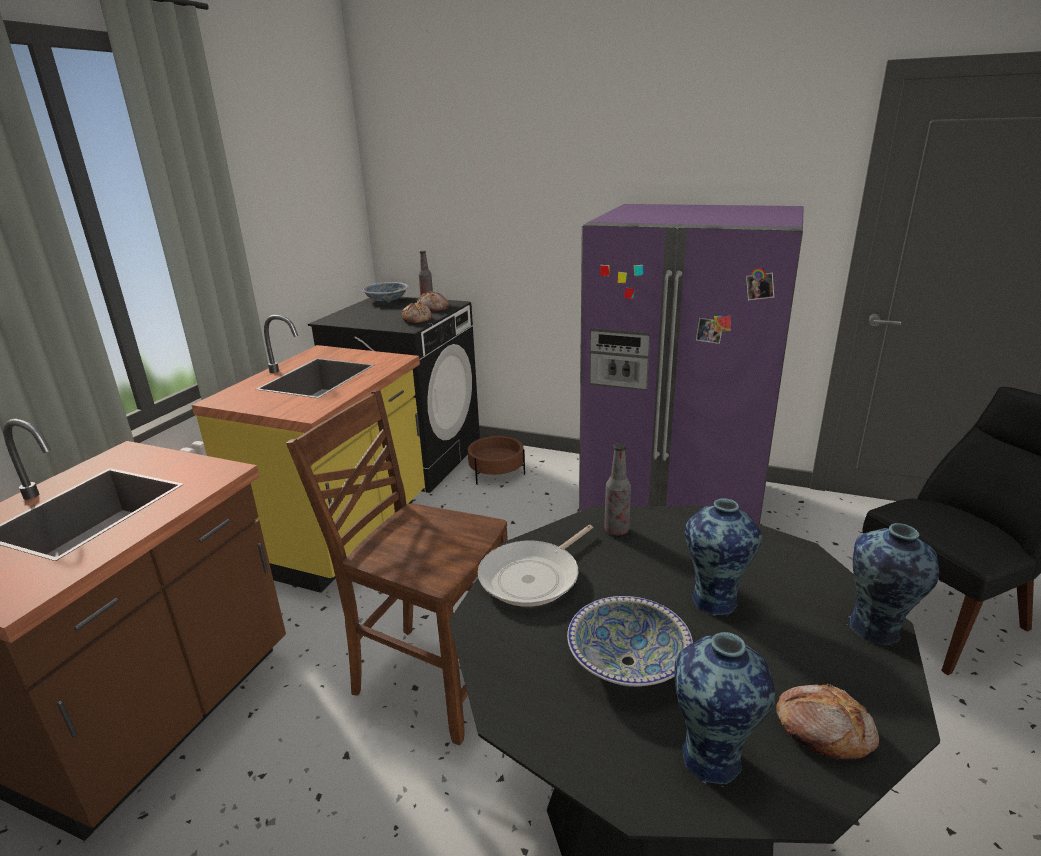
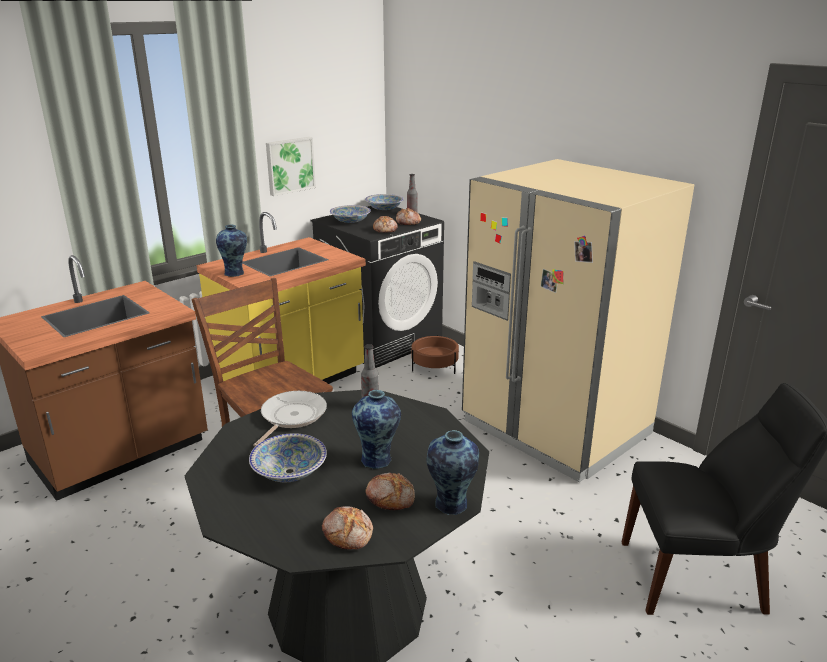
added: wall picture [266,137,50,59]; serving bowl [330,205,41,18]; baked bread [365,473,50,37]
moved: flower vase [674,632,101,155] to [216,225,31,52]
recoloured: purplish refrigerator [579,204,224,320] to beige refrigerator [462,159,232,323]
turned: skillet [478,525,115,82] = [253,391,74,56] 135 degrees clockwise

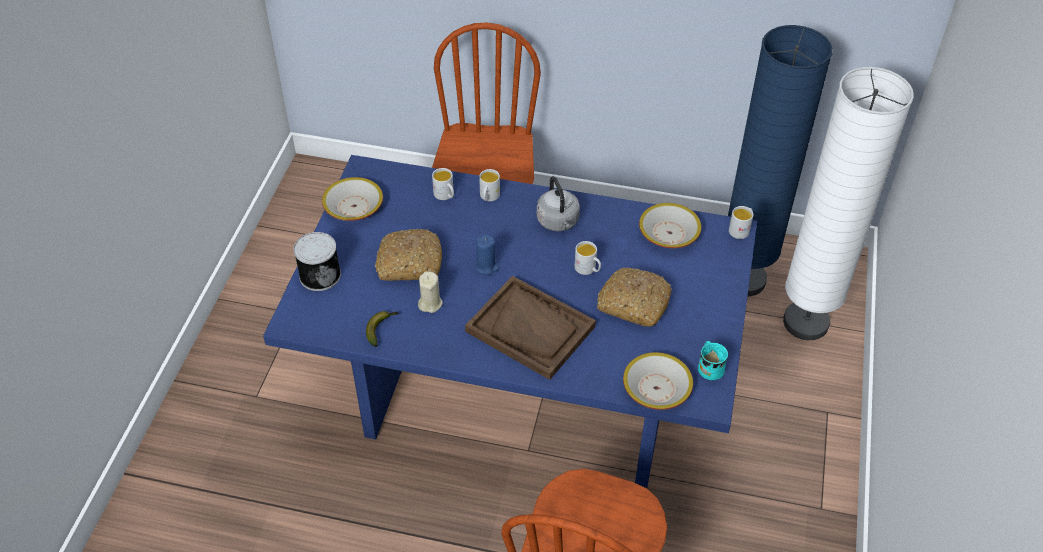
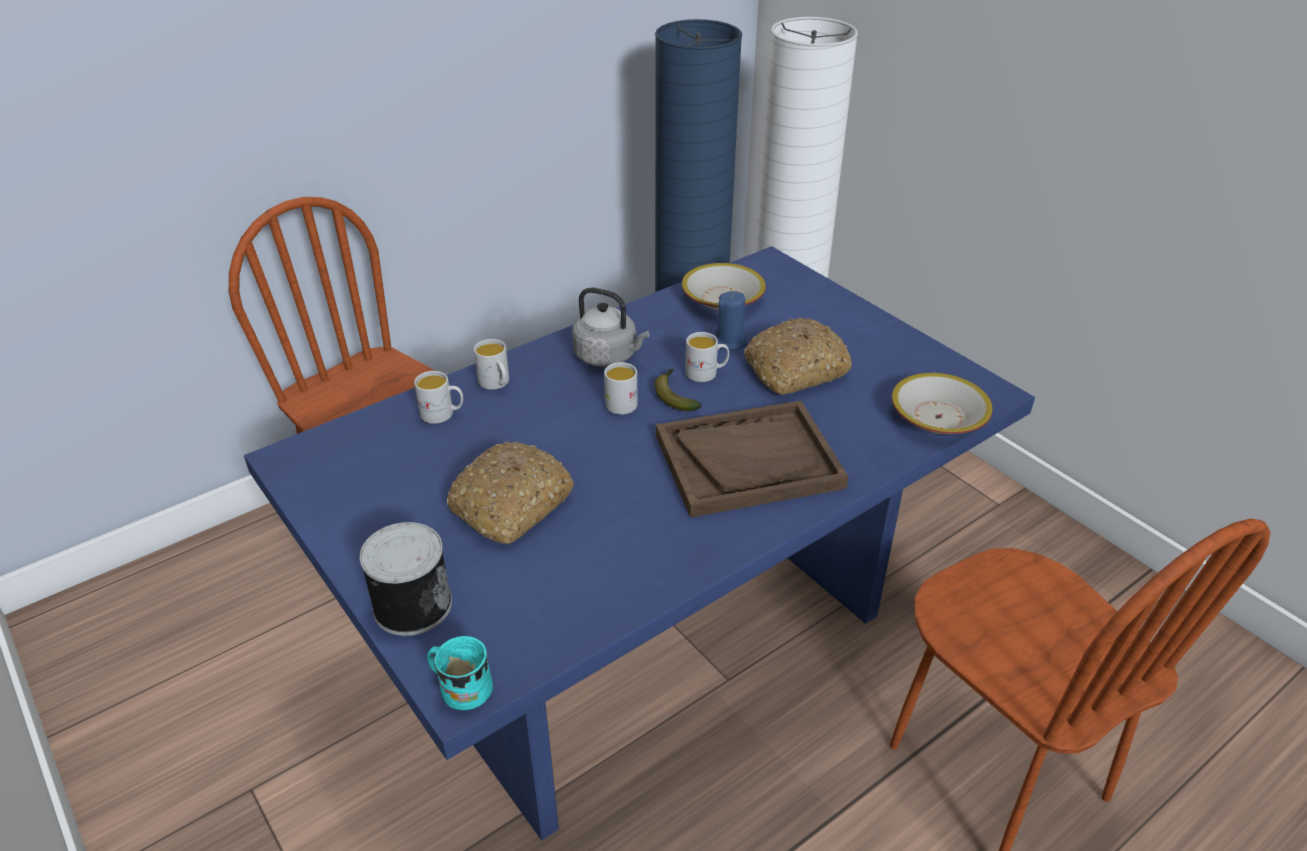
removed: serving bowl [322,177,61,44]; beige candle [418,272,25,41]
moved: whole banana [366,311,33,36] to [655,369,47,42]; blue-coloured candle [474,234,25,41] to [714,291,33,59]; turquoise tea mug [698,341,30,39] to [427,636,66,74]; white tea mug [729,206,24,33] to [604,362,34,53]

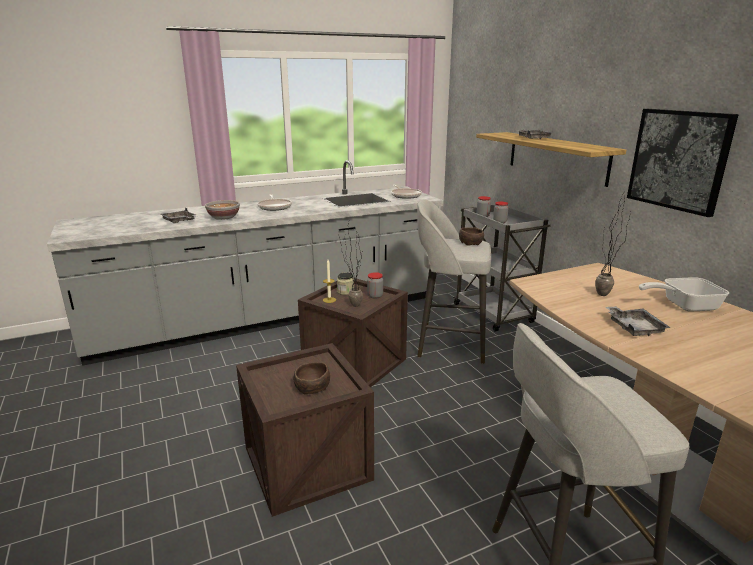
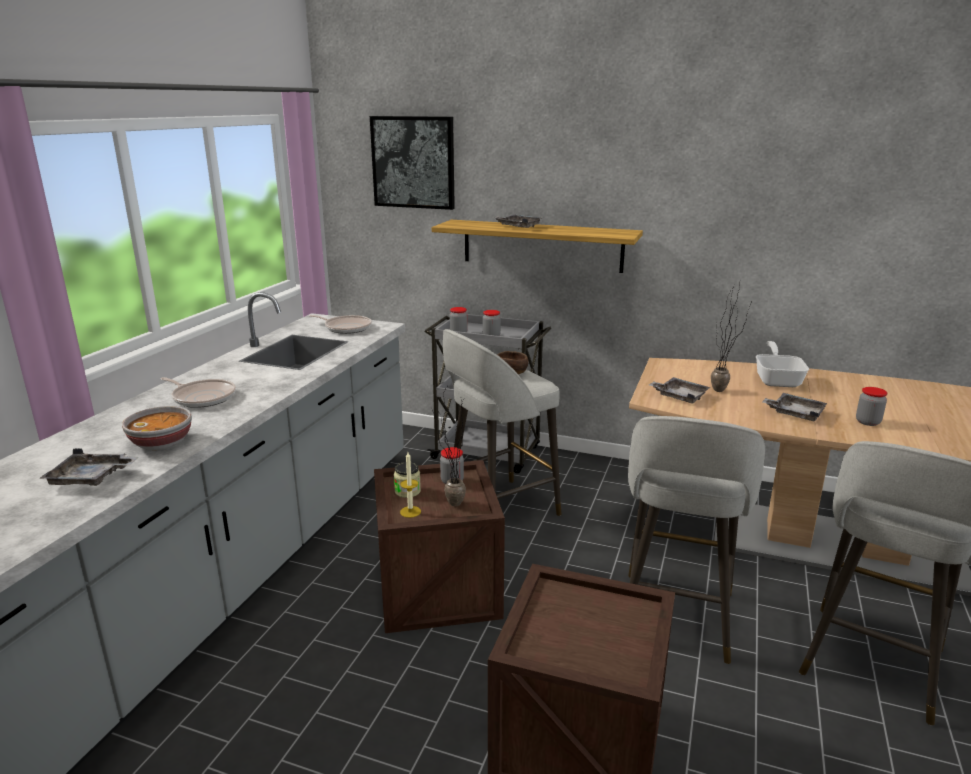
removed: brownish serving bowl [293,362,37,33]
added: grey stool seat [628,416,137,248]; grey tray [649,377,62,27]; jar [856,387,32,39]
moved: wall picture [627,109,112,108] to [370,116,85,94]
turned: skillet [639,277,90,35] = [756,341,53,46] 150 degrees clockwise

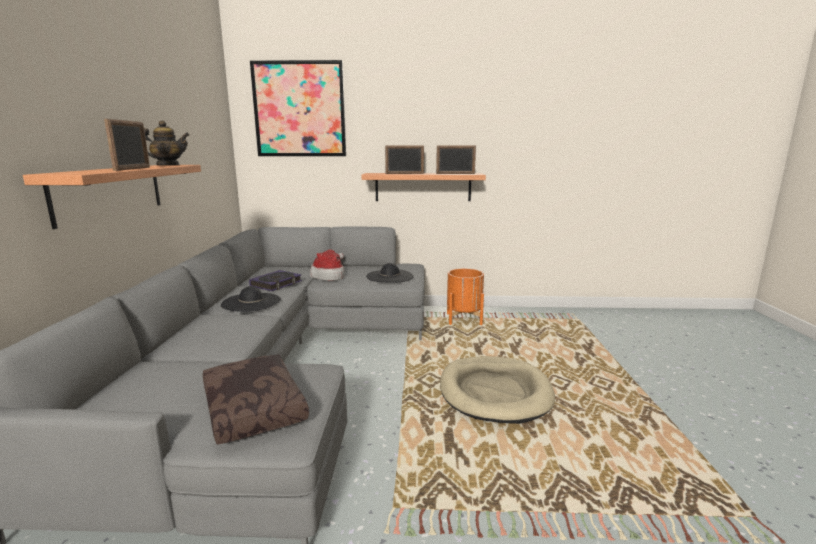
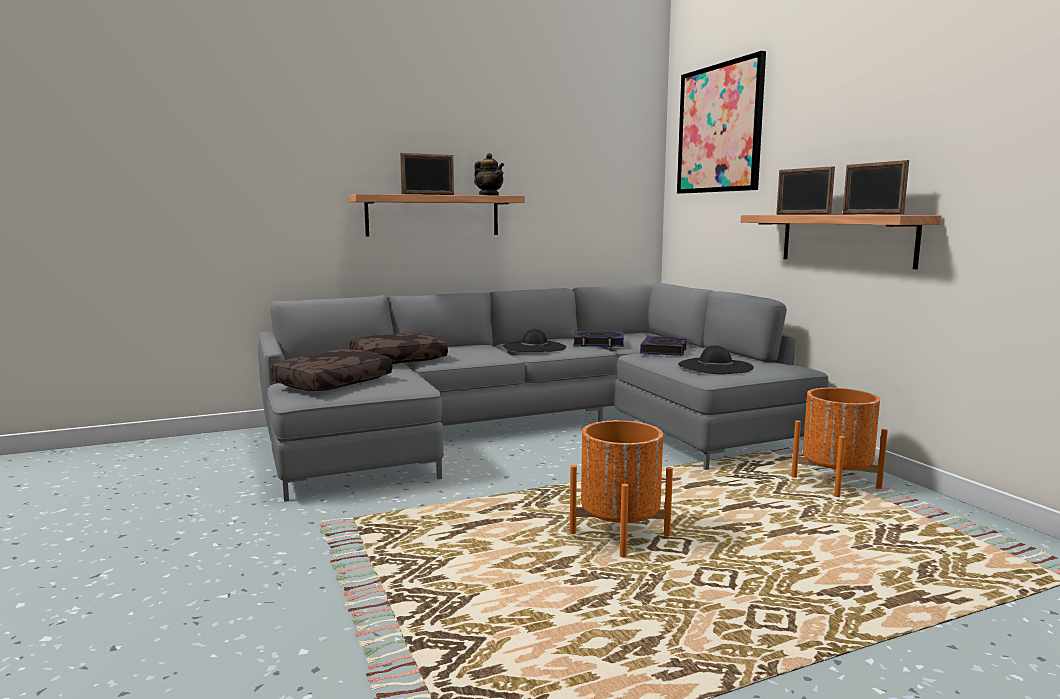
added: brownish throw pillow [350,333,98,31]
replaced: hat [310,249,34,32] to bound book [640,336,47,20]; beige pet bed [440,356,115,68] to orangey flower pot [570,420,103,138]

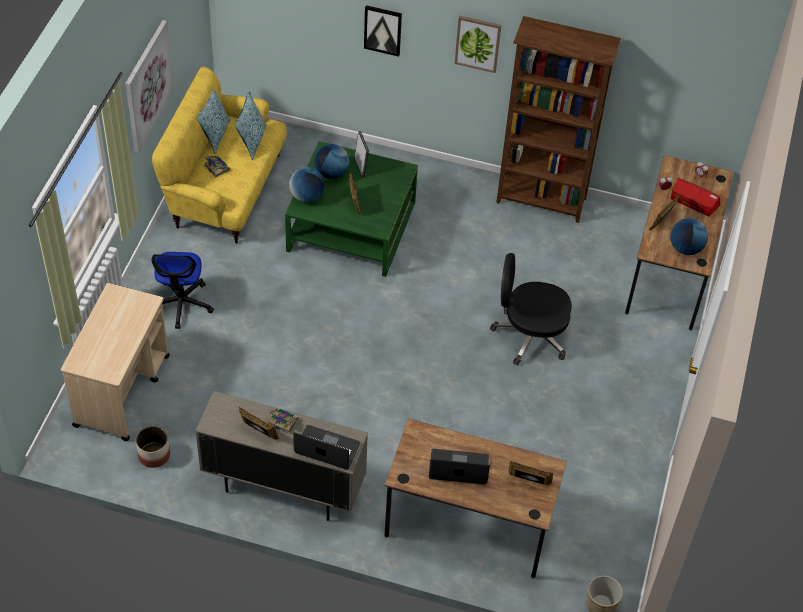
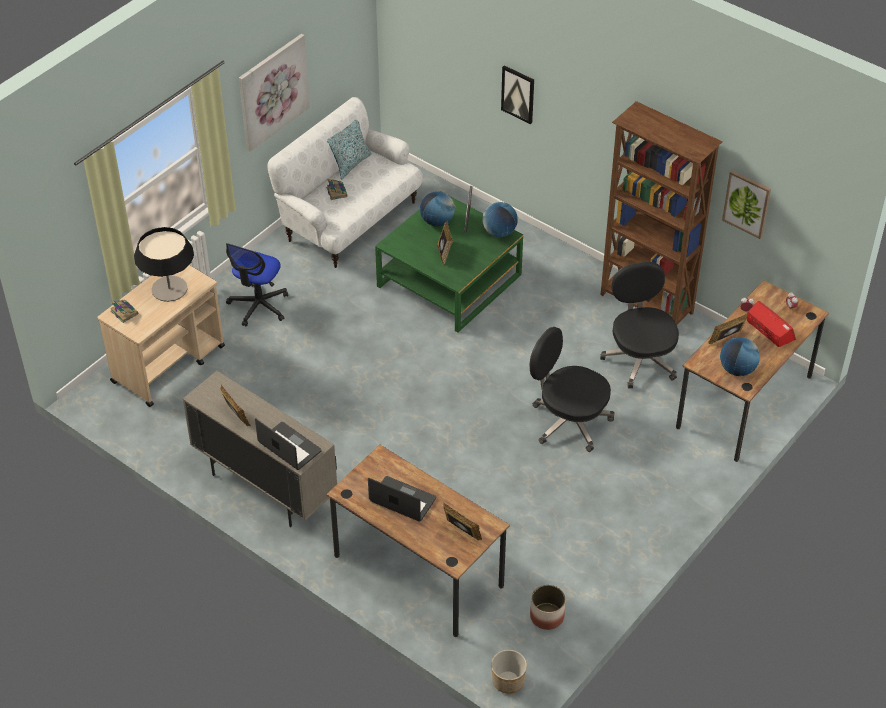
removed: throw pillow [235,90,32,70]
added: lamp for a table [134,227,60,75]; black computer chair [600,261,79,127]
moved: flower pot [136,426,34,42] to [530,585,36,45]; bound book [267,407,31,27] to [110,300,28,23]; desk globe [289,167,36,36] to [483,202,35,35]; wall picture [455,16,46,57] to [722,171,49,68]
recoloured: yellow sofa [152,67,135,177] to white sofa [267,97,156,171]

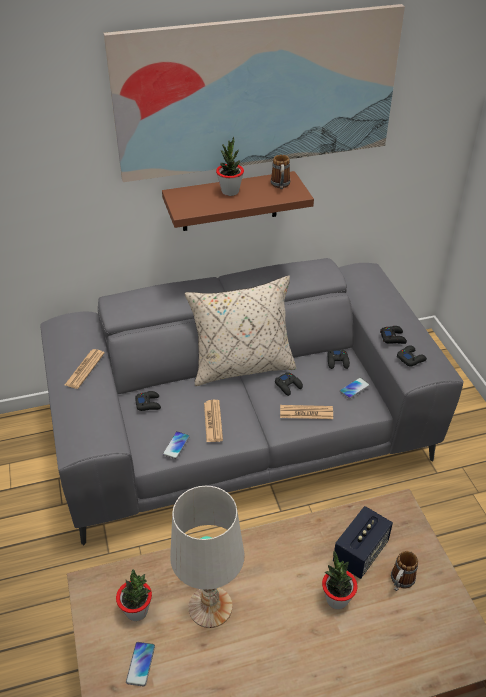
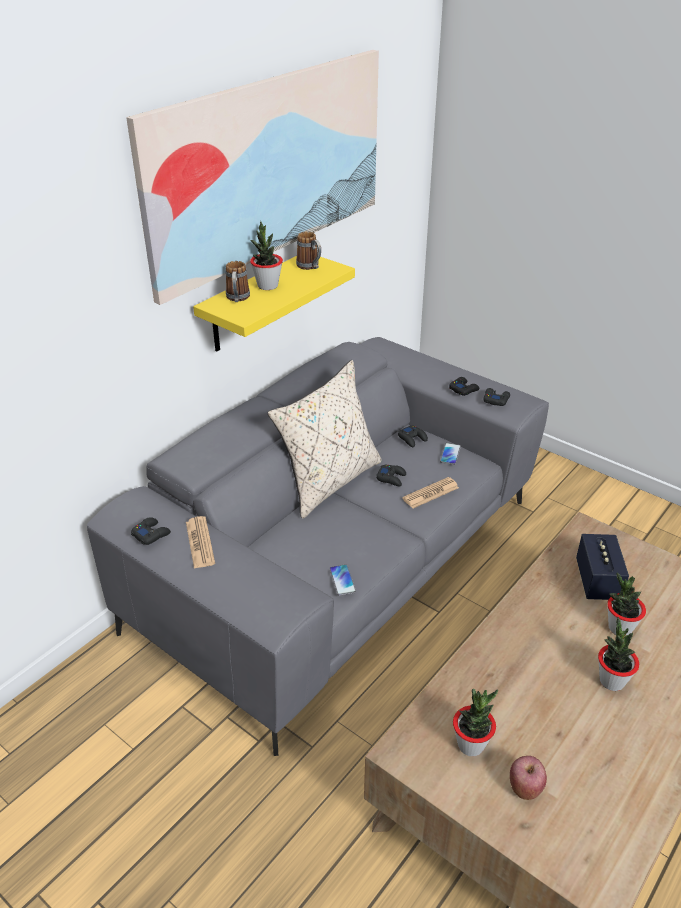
removed: white lamp for a table [170,486,75,142]; daily paper [204,400,19,42]
added: houseplant [598,617,41,74]
moved: black joypad [135,391,26,20] to [131,517,40,28]; tea mug [391,551,27,40] to [226,261,24,41]
replaced: handset [126,642,29,45] to apple fruit [510,756,37,44]
recoloured: brownish bracket shelf [162,171,152,60] to yellow bracket shelf [193,256,162,96]

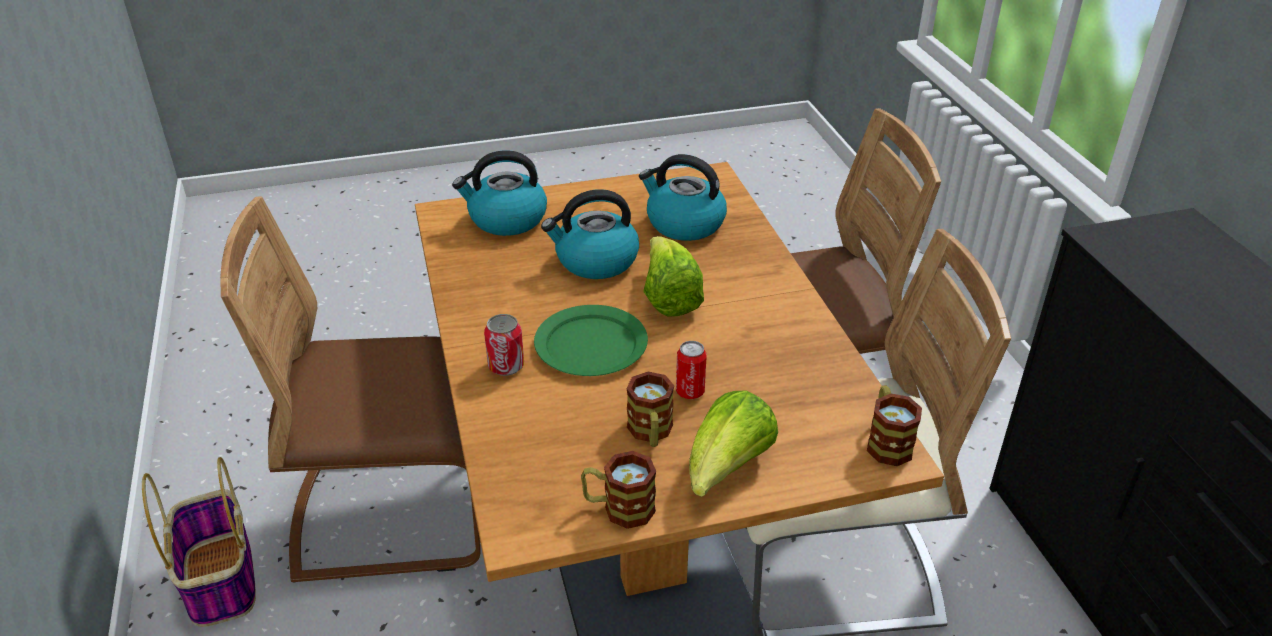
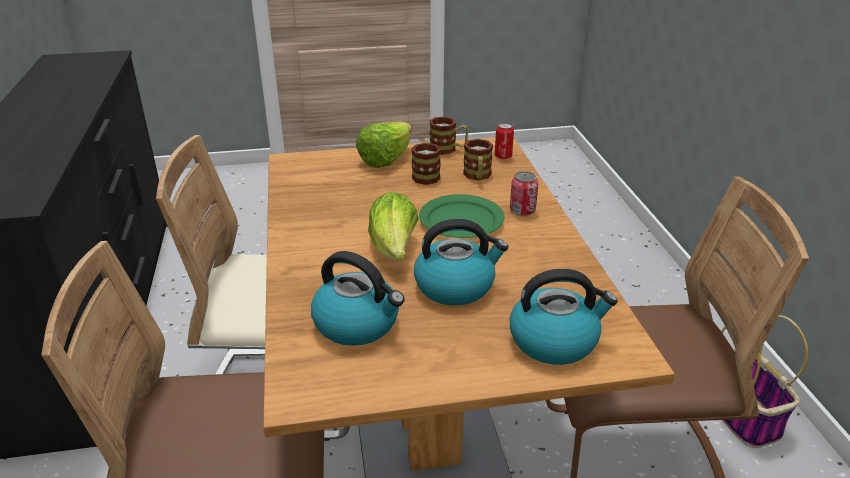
moved: sealed can [676,341,31,58] to [495,122,19,37]; tea mug [867,385,55,81] to [463,139,30,41]

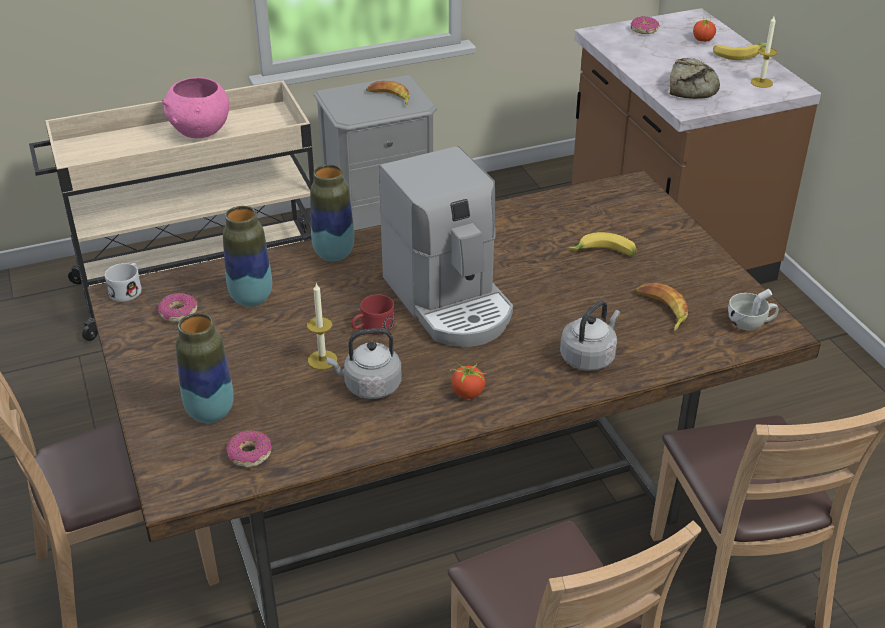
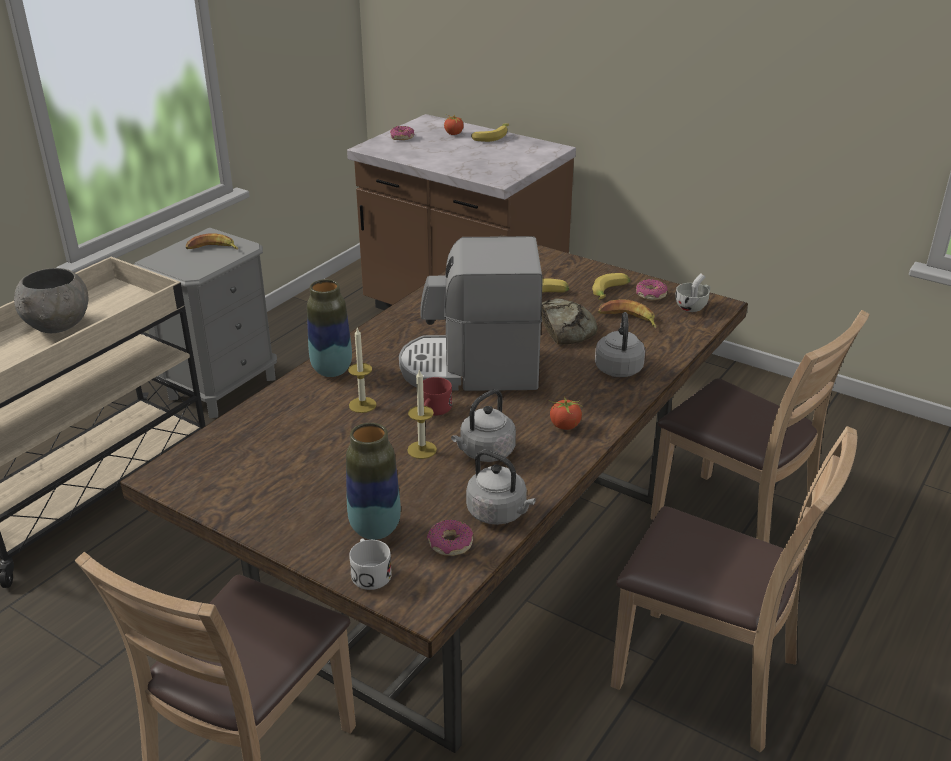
removed: flower vase [223,206,49,101]
added: grey kettle [466,450,70,75]; whole banana [592,273,39,27]
moved: white tea mug [105,263,37,39] to [349,538,43,52]; doughnut [158,293,39,29] to [636,279,32,21]; baked bread [670,58,50,41] to [541,298,57,47]; candle [751,16,26,72] to [348,328,29,85]
recoloured: pink serving bowl [161,78,68,60] to grey serving bowl [14,268,74,65]
turned: coffee maker [379,146,134,201] = [399,236,144,155] 150 degrees clockwise

